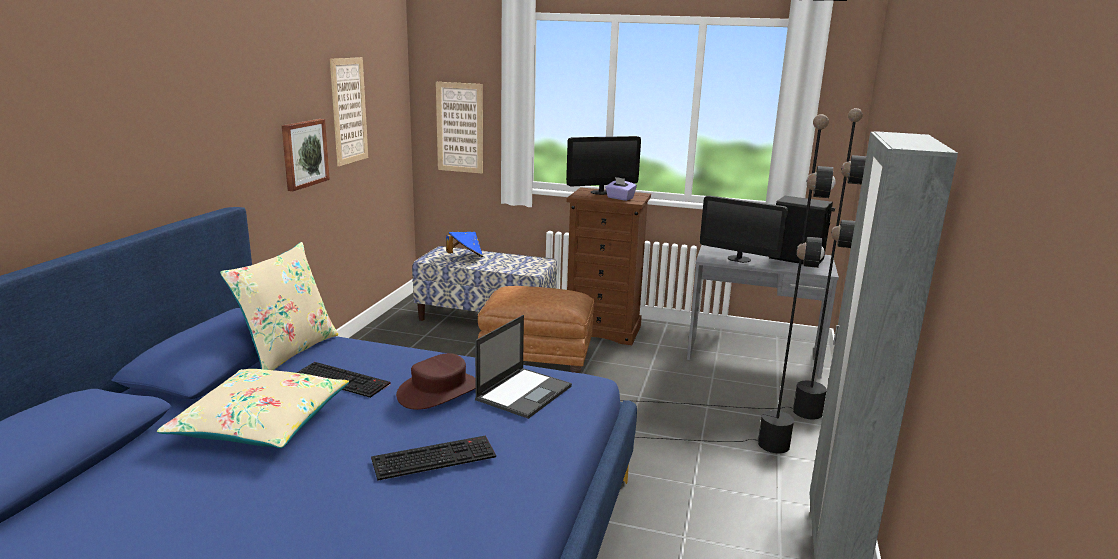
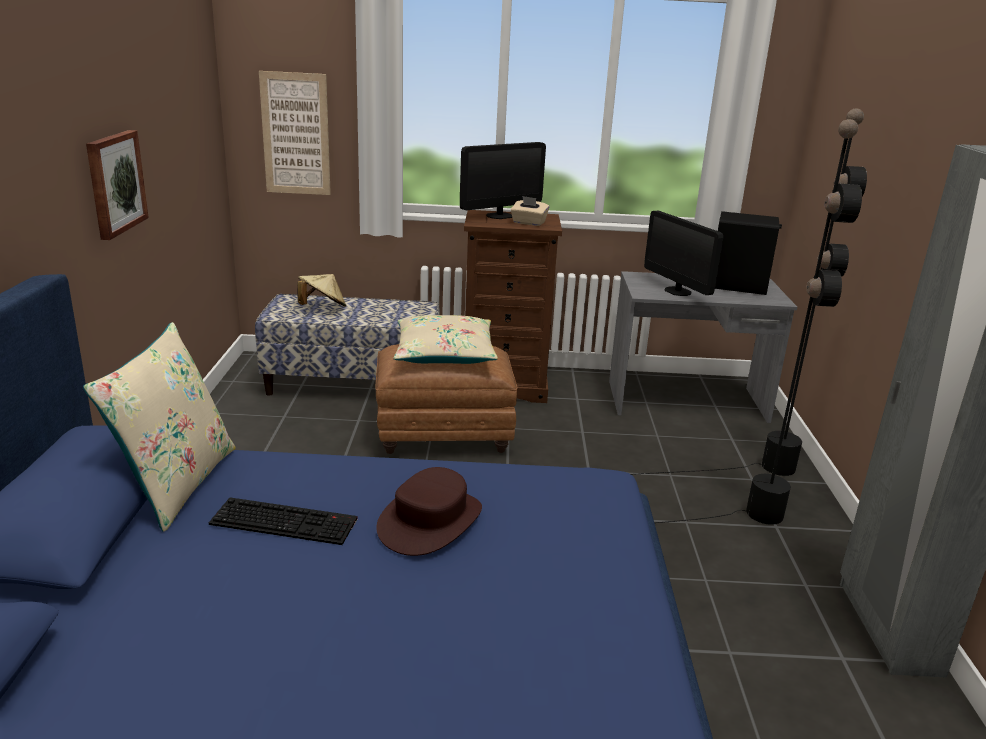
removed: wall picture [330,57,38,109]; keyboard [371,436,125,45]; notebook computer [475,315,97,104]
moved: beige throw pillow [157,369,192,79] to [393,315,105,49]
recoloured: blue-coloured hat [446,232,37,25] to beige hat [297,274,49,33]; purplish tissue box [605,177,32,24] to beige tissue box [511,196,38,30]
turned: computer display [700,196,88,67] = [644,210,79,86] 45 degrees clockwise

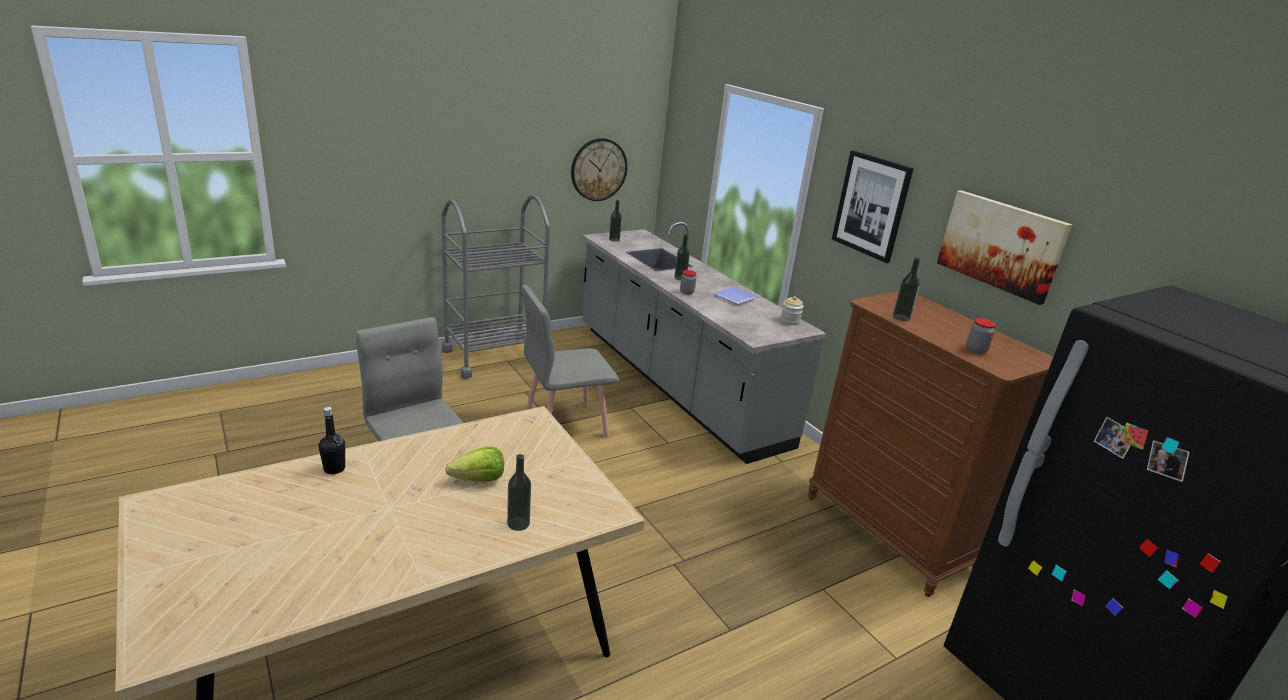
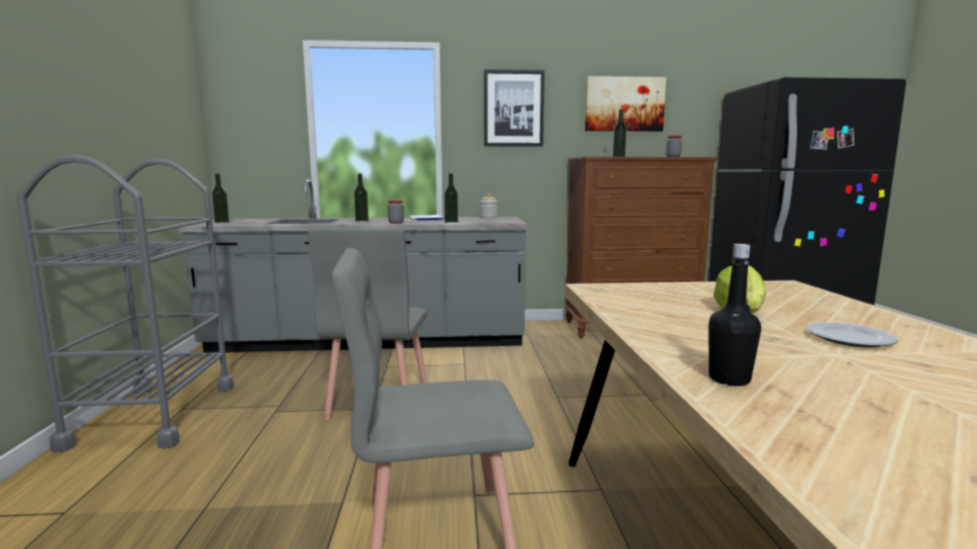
removed: hanging clock [571,138,56,63]
added: plate [807,322,91,26]
moved: bottle [507,454,24,77] to [444,173,14,51]

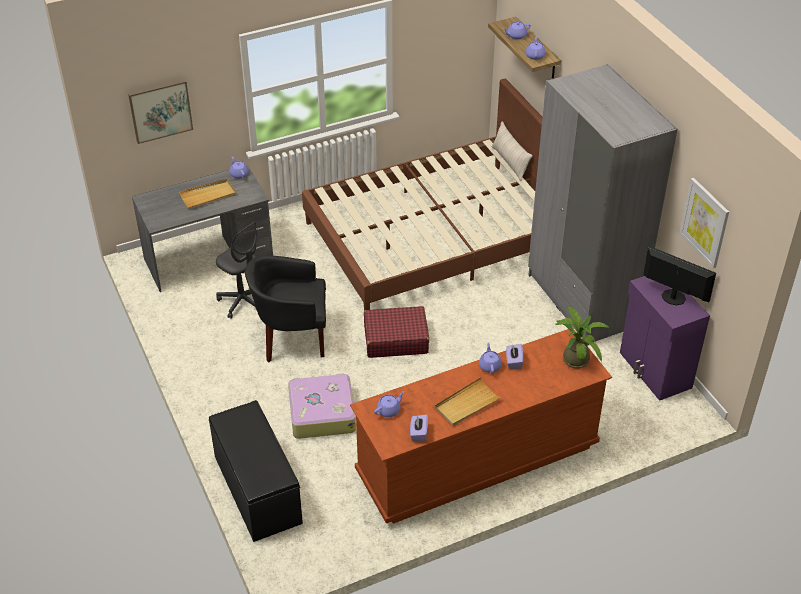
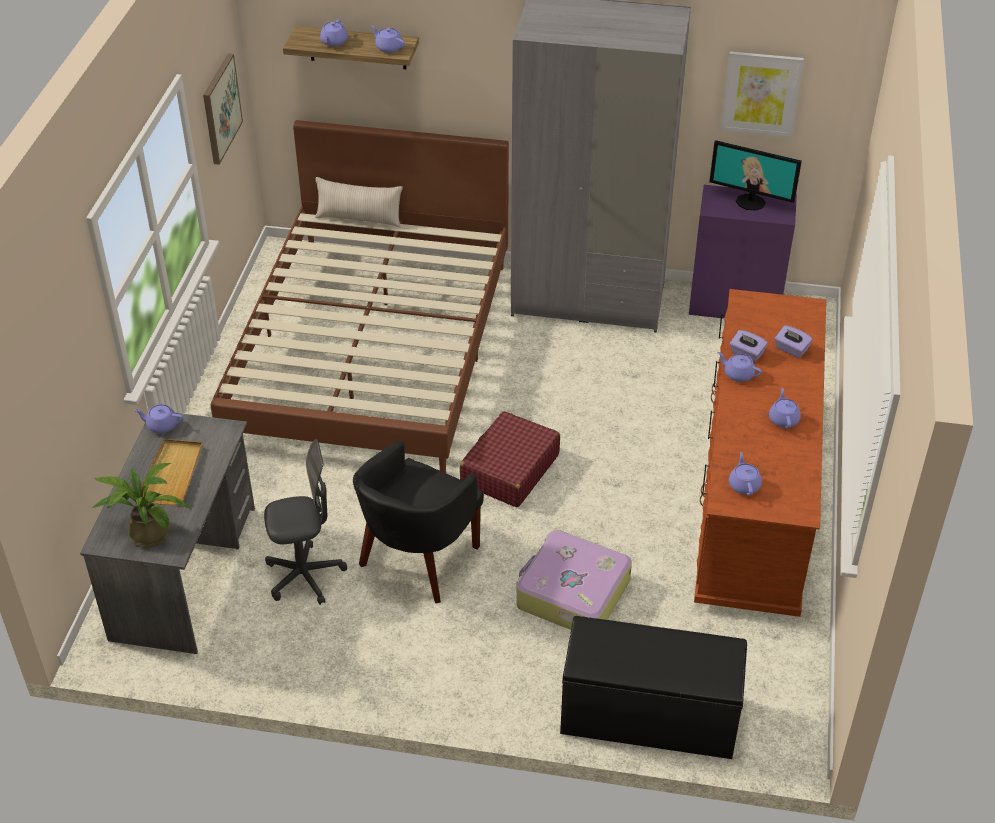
moved: wall picture [128,80,65,64] to [203,53,40,112]; purplish tissue box [410,414,18,27] to [775,325,38,33]; houseplant [555,306,55,62] to [93,463,98,85]
replaced: beige tray [434,377,68,49] to purplish teapot [769,388,32,41]
turned: computer display [643,246,73,59] = [709,140,93,71] 135 degrees counterclockwise

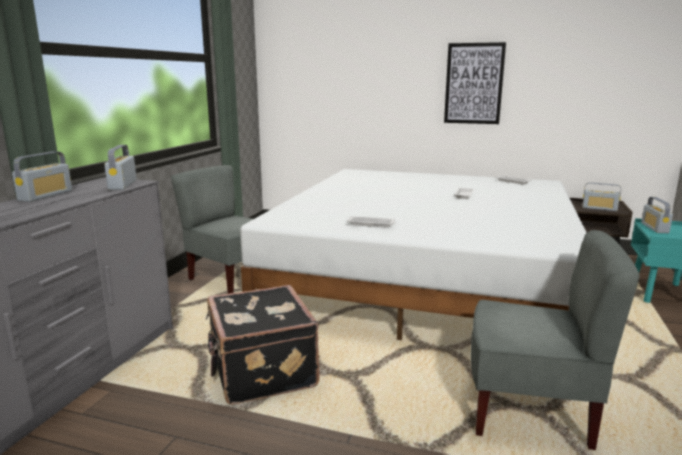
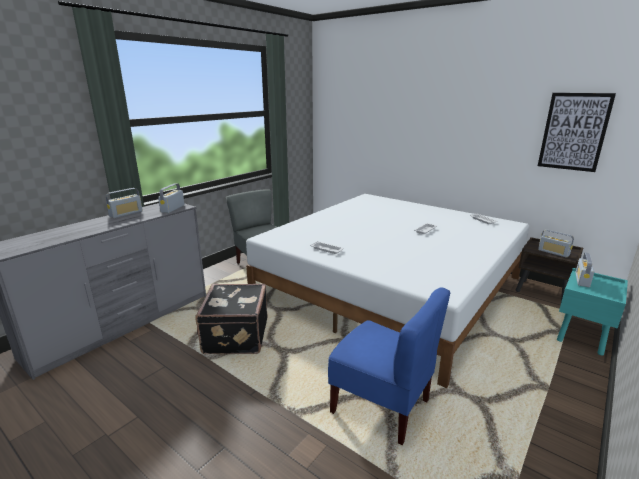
moved: wall picture [444,42,62,82] to [538,93,78,79]
recoloured: grey plain chair [471,230,169,220] to blue-coloured plain chair [328,288,122,157]

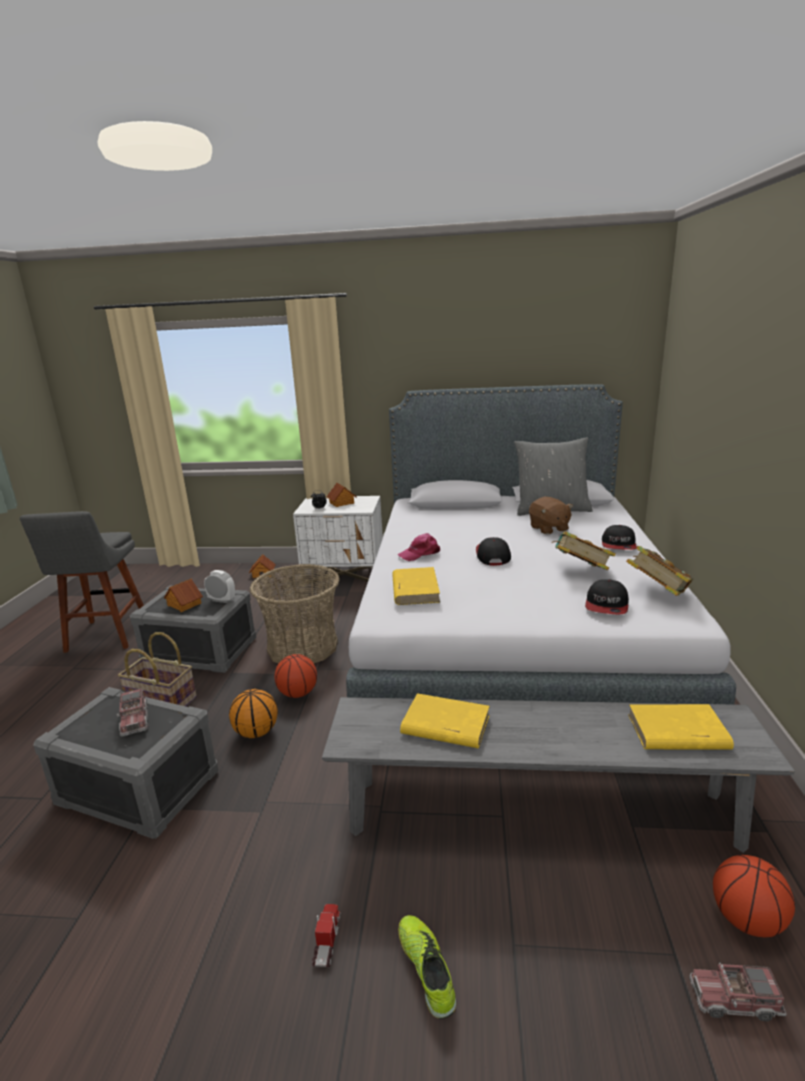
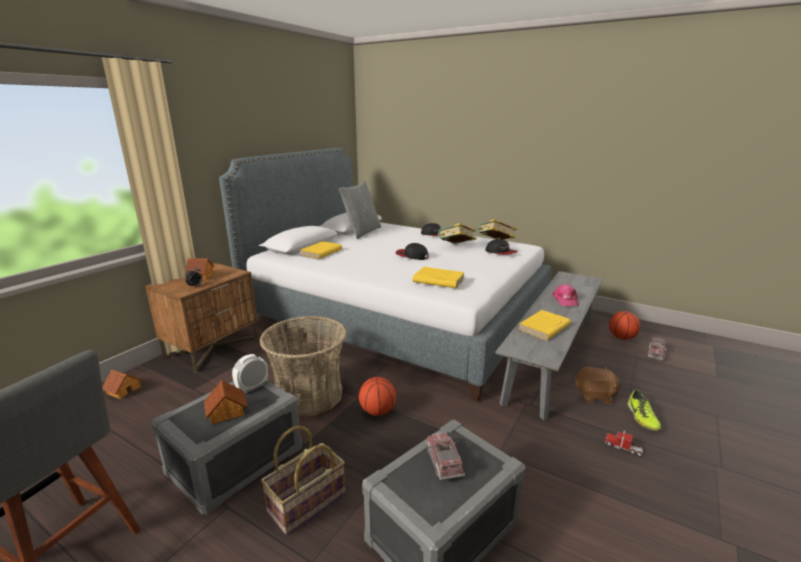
removed: basketball [229,689,49,49]
moved: pink baseball cap [397,533,43,28] to [553,284,26,22]; brownish cuddly toy [529,497,44,38] to [575,366,47,38]; yellow bound book [628,704,106,46] to [299,241,43,18]
recoloured: white nightstand [293,496,90,87] to brownish nightstand [145,263,113,110]
turned: toy lorry [116,688,32,49] = [426,433,39,47] 105 degrees counterclockwise; item of footwear [398,915,59,104] = [627,390,34,41] 90 degrees counterclockwise

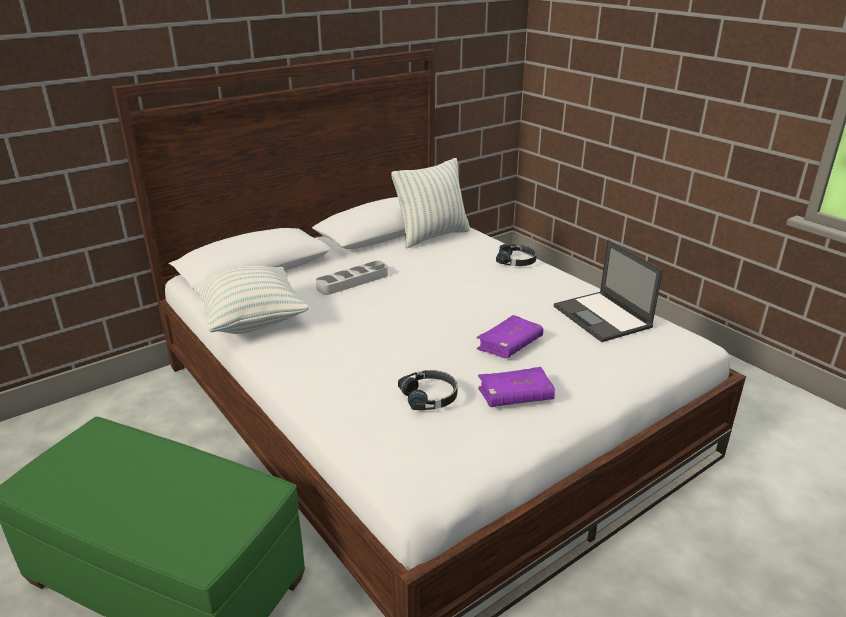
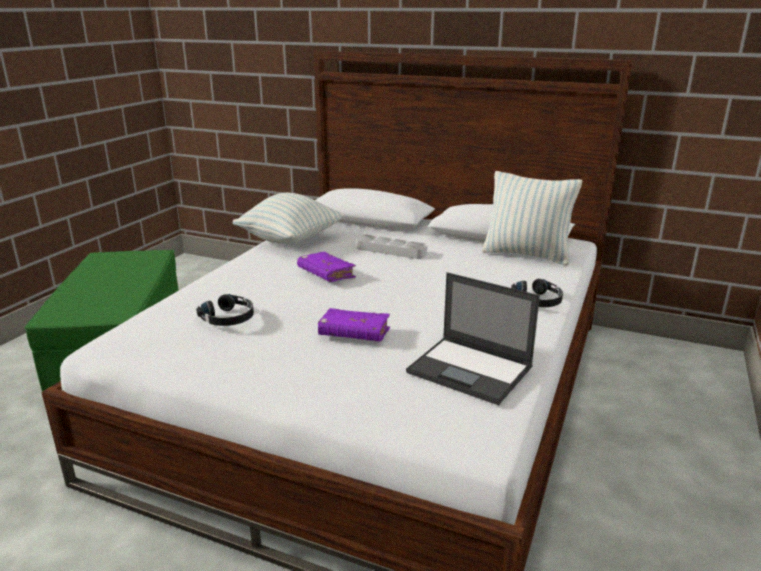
moved: purplish bound book [478,367,77,40] to [297,252,59,30]
turned: notebook computer [554,240,109,102] = [406,272,134,133] 90 degrees counterclockwise

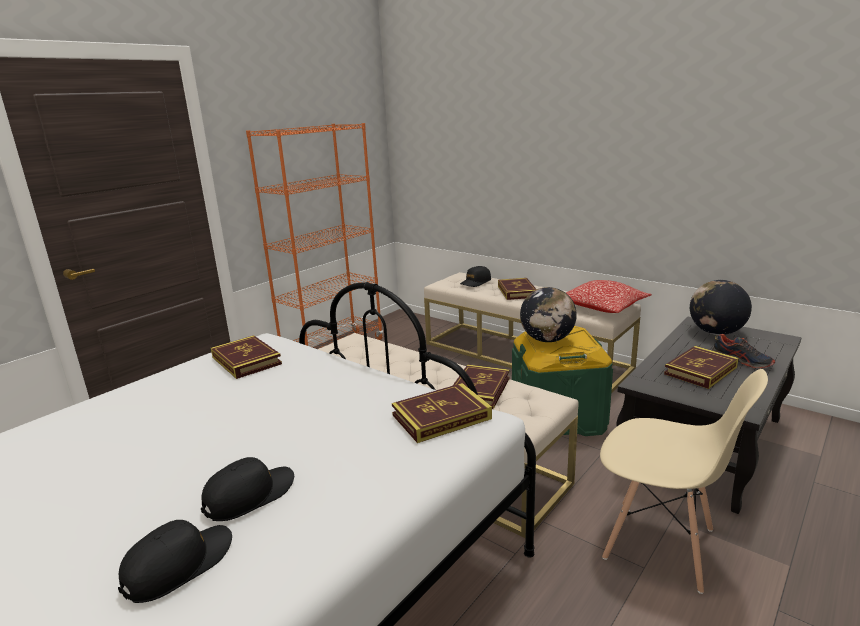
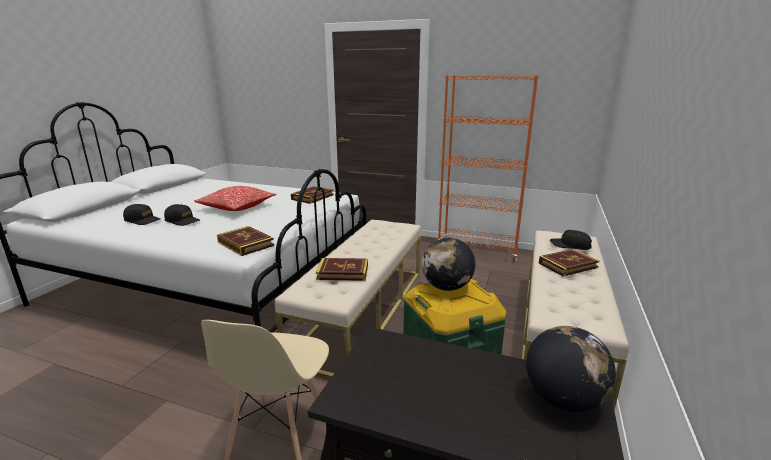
removed: bound book [664,346,75,43]; item of footwear [712,334,63,35]
moved: throw pillow [566,280,86,33] to [194,186,82,25]

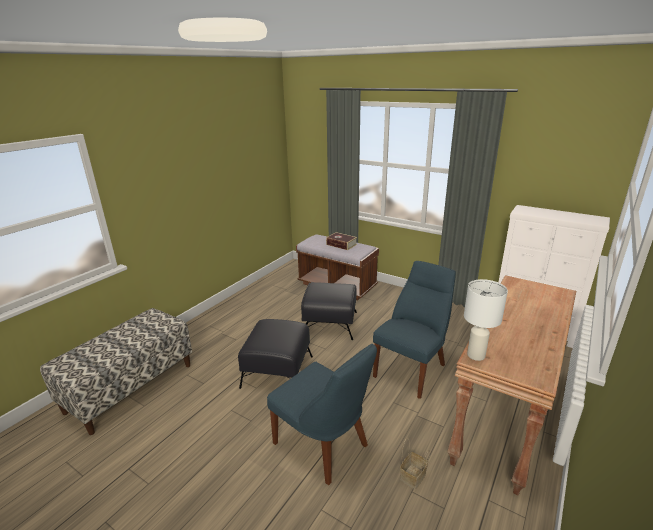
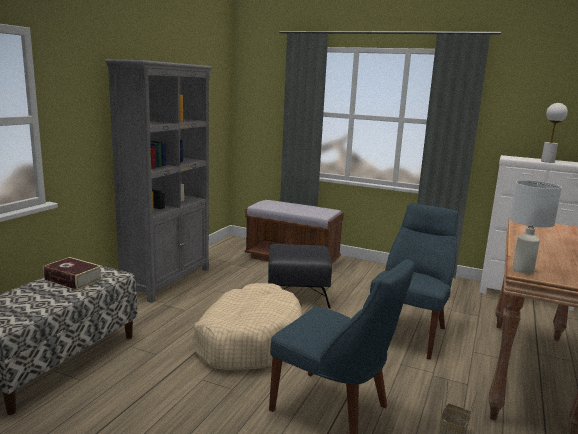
added: grey bookshelf [105,59,107,244]; white lamp for a table [541,103,27,60]
moved: bound book [326,232,31,18] to [43,257,60,33]
replaced: black pouffe [238,319,75,70] to beige pet bed [192,283,111,87]

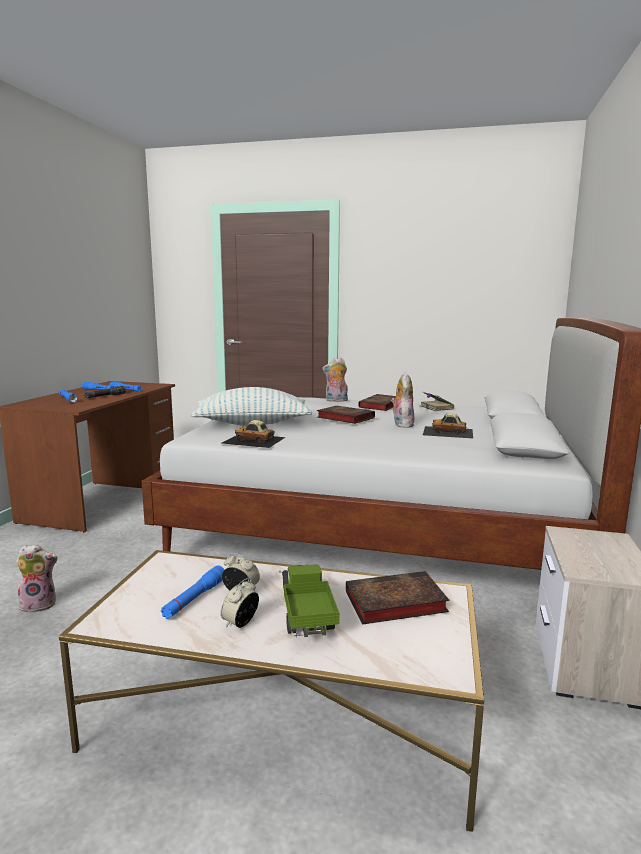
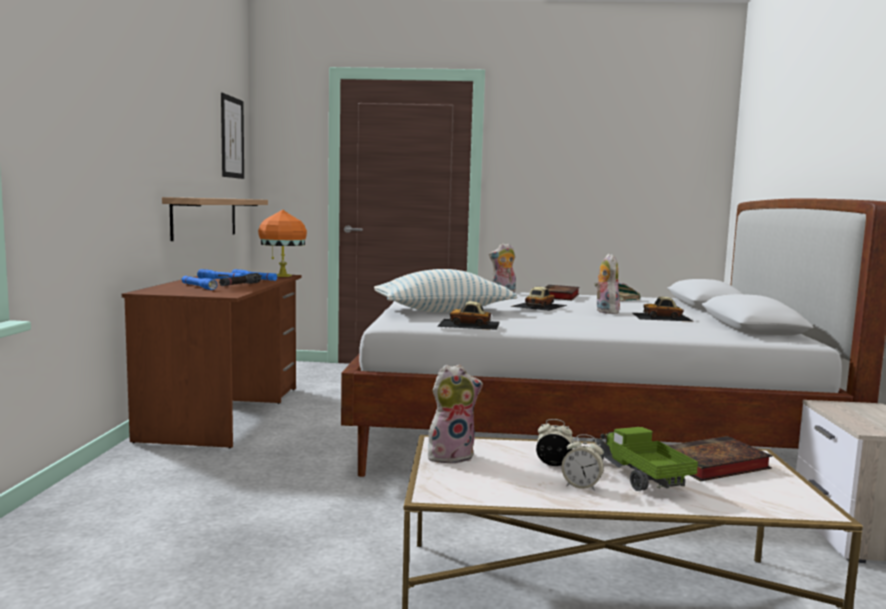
removed: blue-coloured hand torch [161,565,64,54]
added: bracket shelf [162,197,106,44]; wall picture [221,93,23,86]; orangey lamp for a table [258,210,49,67]
moved: cuddly toy [16,544,42,69] to [428,364,55,100]
replaced: bound book [317,406,58,18] to miniature car [510,287,57,24]
turned: alarm clock [220,578,39,50] = [562,434,42,57] 90 degrees counterclockwise

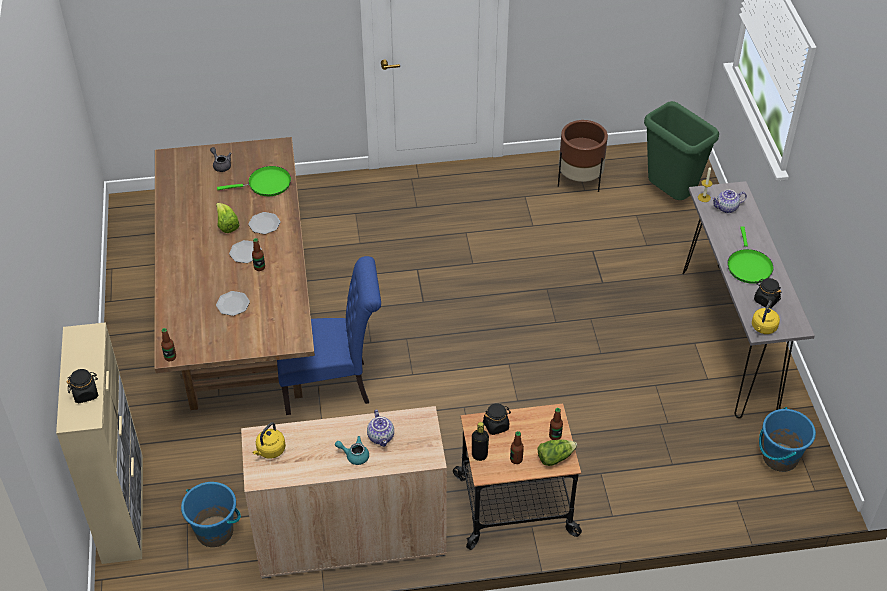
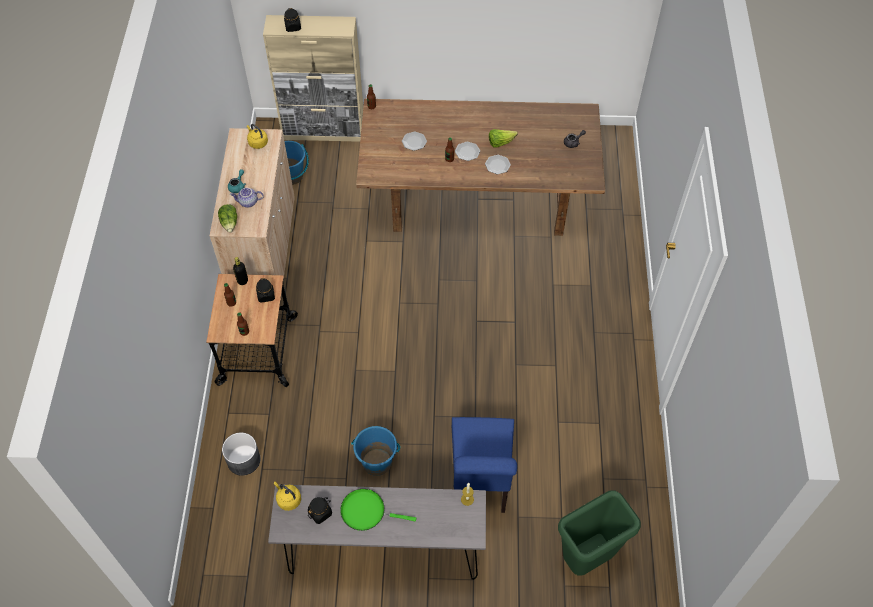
removed: green skillet [217,166,74,30]; brownish flower pot [558,120,50,72]; teapot [711,190,36,23]
added: grey flower pot [222,432,39,44]
moved: blue-coloured plain chair [277,256,104,159] to [452,417,65,96]; lettuce head [538,439,39,27] to [218,204,19,29]; blue-coloured pail [759,407,57,65] to [351,426,49,50]

